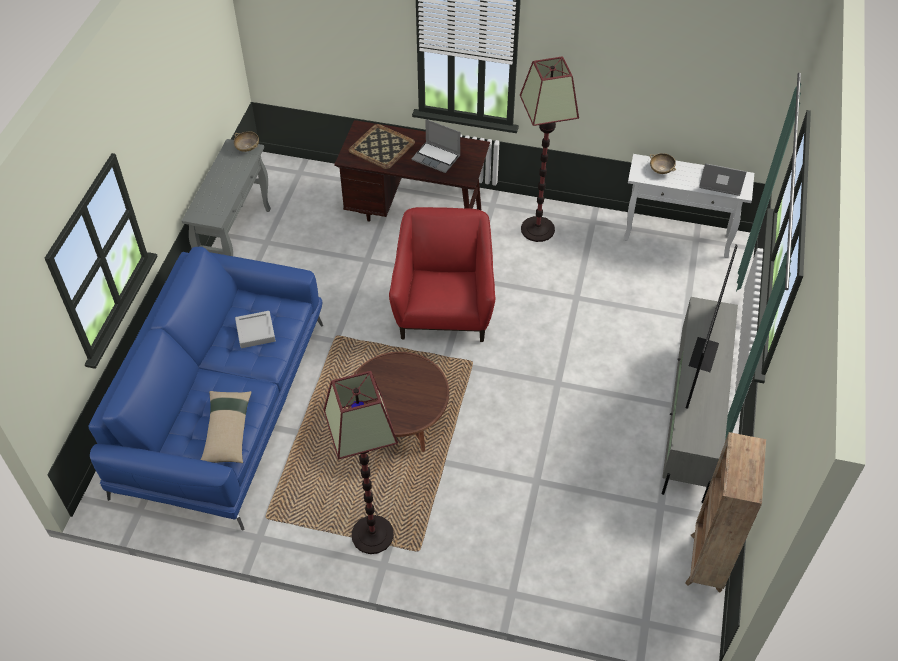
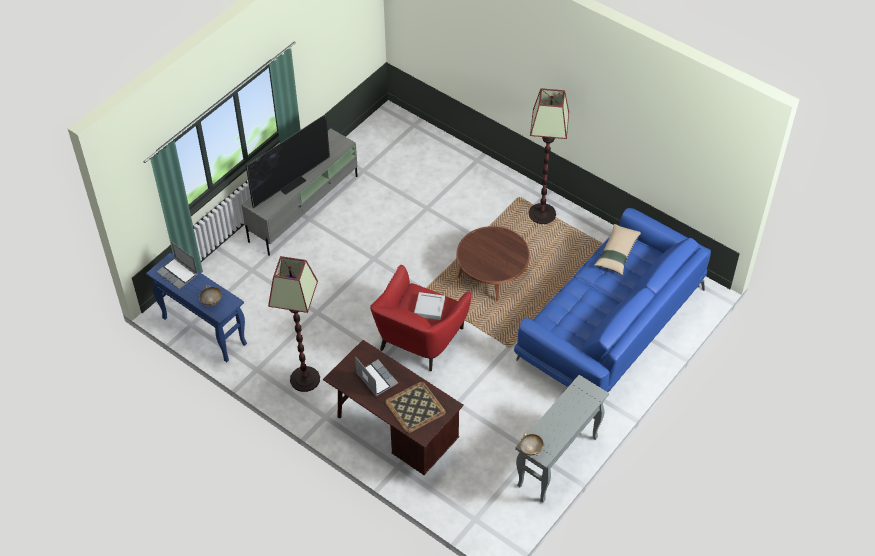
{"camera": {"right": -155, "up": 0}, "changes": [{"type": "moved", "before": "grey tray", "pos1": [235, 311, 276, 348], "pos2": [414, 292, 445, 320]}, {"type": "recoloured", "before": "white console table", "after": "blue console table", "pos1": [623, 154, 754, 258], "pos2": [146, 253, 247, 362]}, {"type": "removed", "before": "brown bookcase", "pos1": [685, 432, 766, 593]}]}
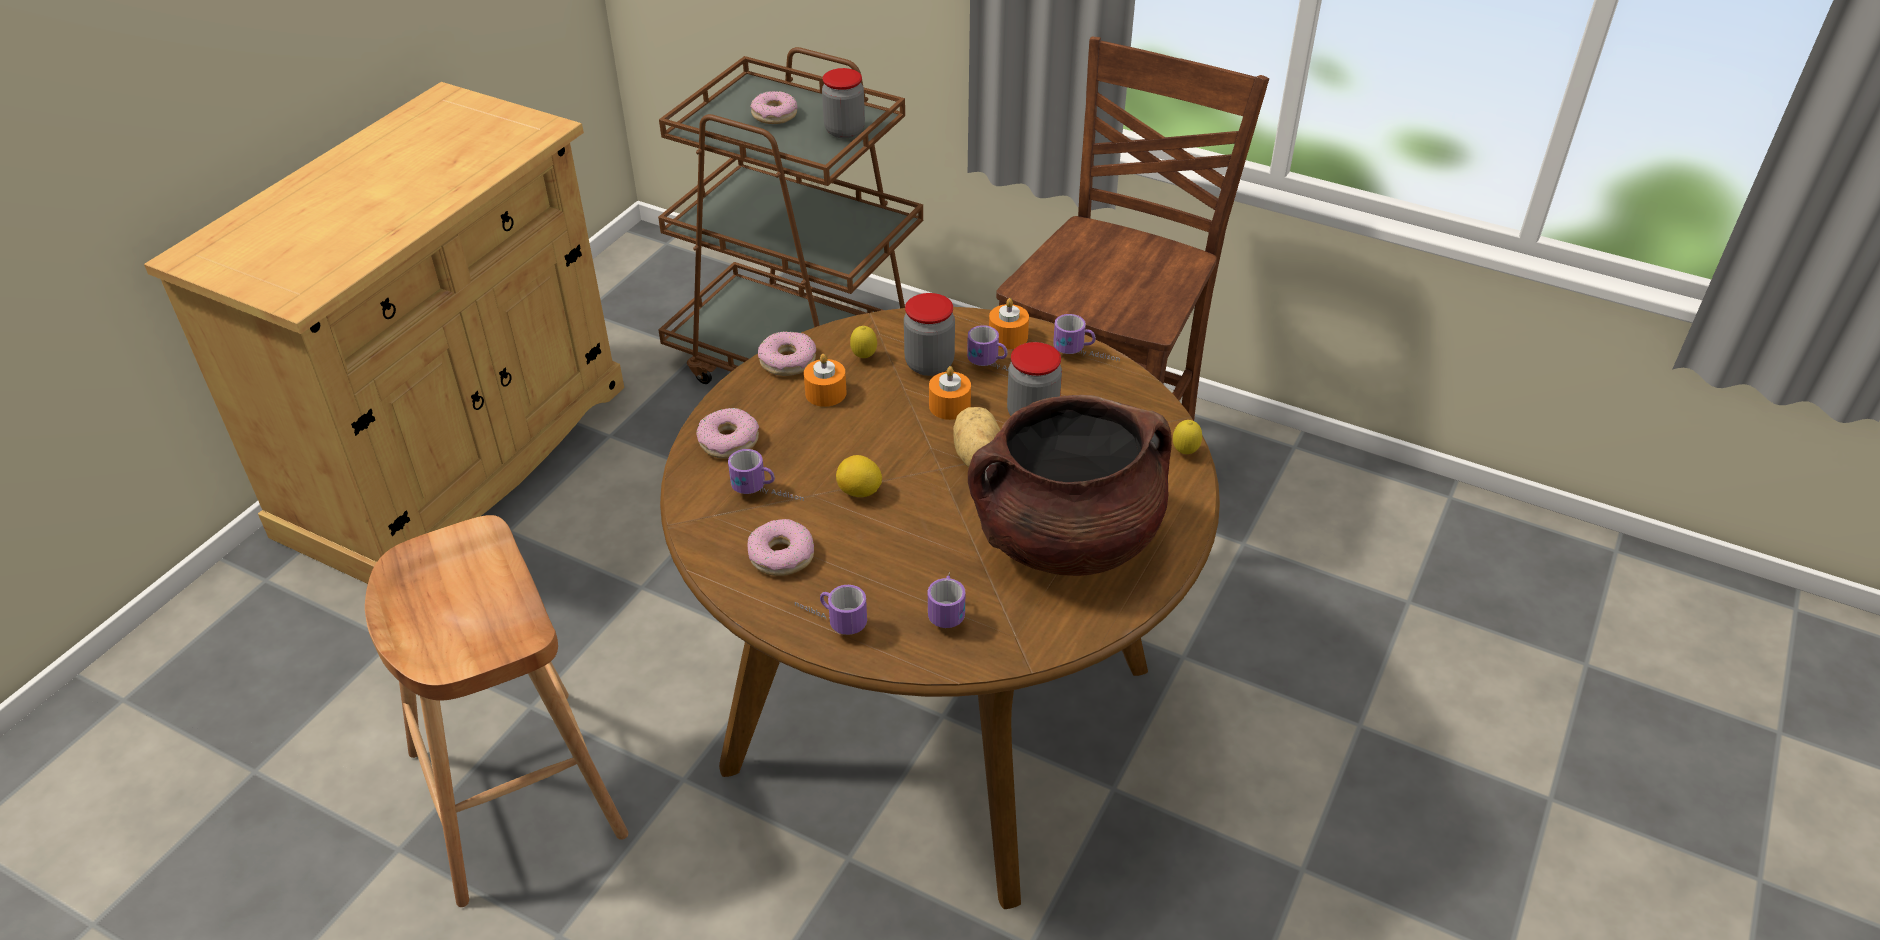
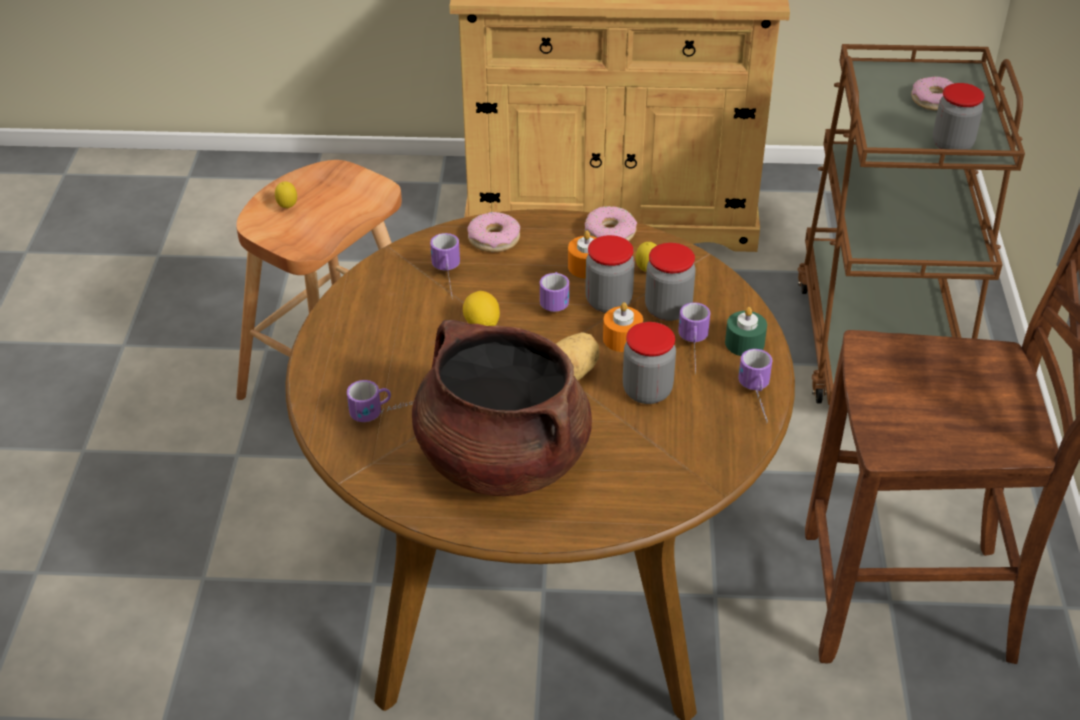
{"camera": {"right": 65, "up": 0}, "changes": [{"type": "removed", "before": "donut", "pos1": [747, 519, 814, 576]}, {"type": "moved", "before": "mug", "pos1": [795, 585, 867, 635], "pos2": [540, 272, 569, 312]}, {"type": "recoloured", "before": "orange candle", "after": "green candle", "pos1": [989, 298, 1029, 349], "pos2": [725, 307, 767, 356]}, {"type": "moved", "before": "lemon", "pos1": [1173, 420, 1202, 454], "pos2": [275, 181, 297, 208]}, {"type": "added", "after": "jar", "pos2": [585, 235, 635, 313]}]}
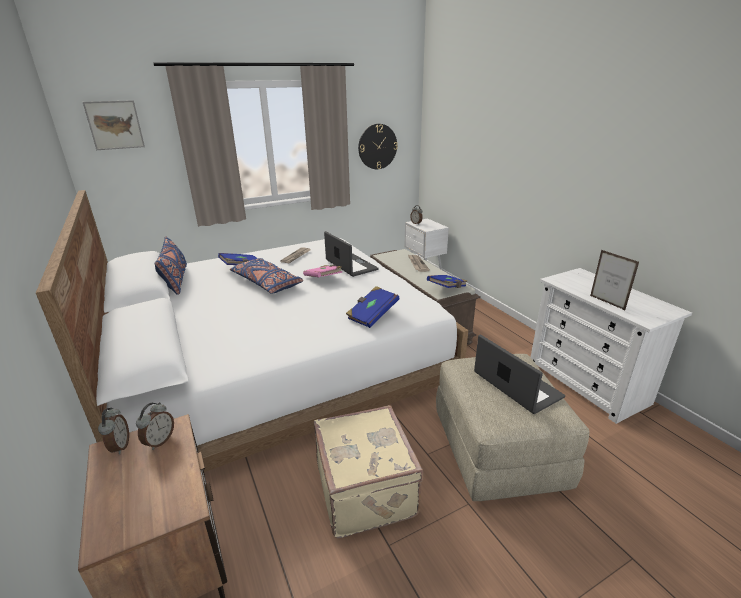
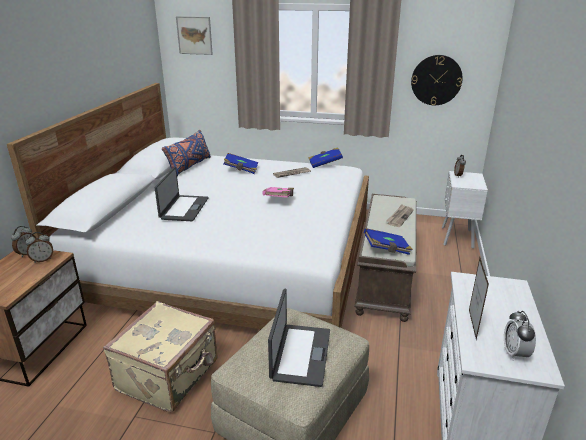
{"camera": {"right": 40, "up": 0}, "changes": [{"type": "removed", "before": "blue pillow", "pos1": [229, 258, 303, 294]}, {"type": "moved", "before": "laptop", "pos1": [324, 231, 379, 277], "pos2": [155, 167, 209, 221]}, {"type": "moved", "before": "blue book", "pos1": [346, 286, 400, 328], "pos2": [309, 147, 343, 168]}, {"type": "added", "after": "alarm clock", "pos2": [504, 311, 536, 361]}]}
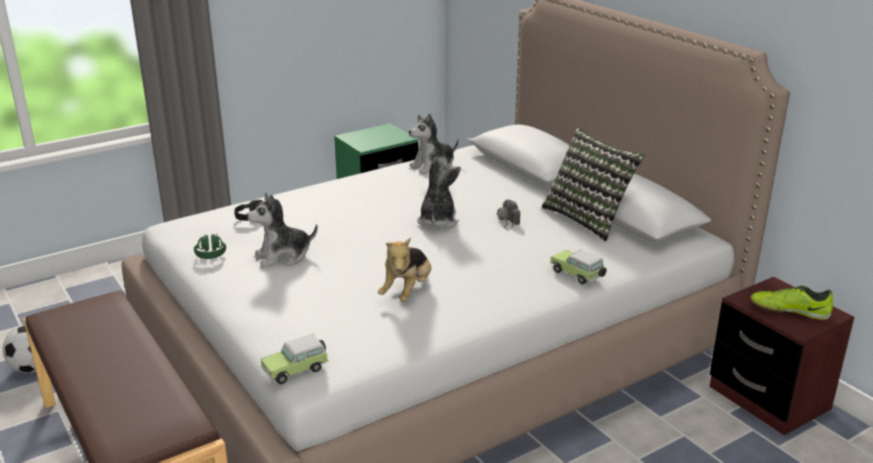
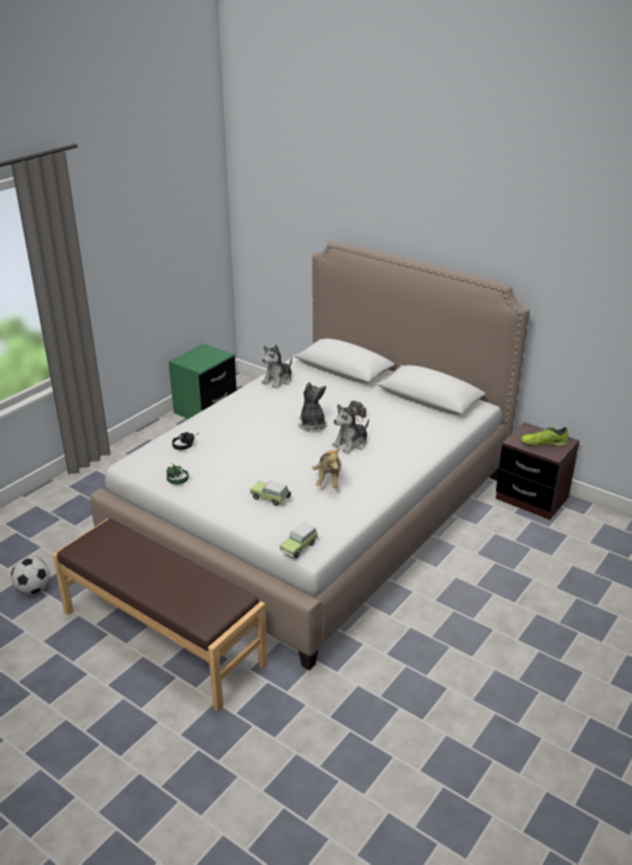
{"camera": {"right": -20, "up": 5}, "changes": [{"type": "moved", "before": "plush toy", "pos1": [247, 193, 318, 268], "pos2": [332, 404, 369, 454]}, {"type": "removed", "before": "pillow", "pos1": [542, 128, 645, 241]}, {"type": "moved", "before": "toy car", "pos1": [550, 250, 607, 284], "pos2": [250, 481, 291, 506]}]}
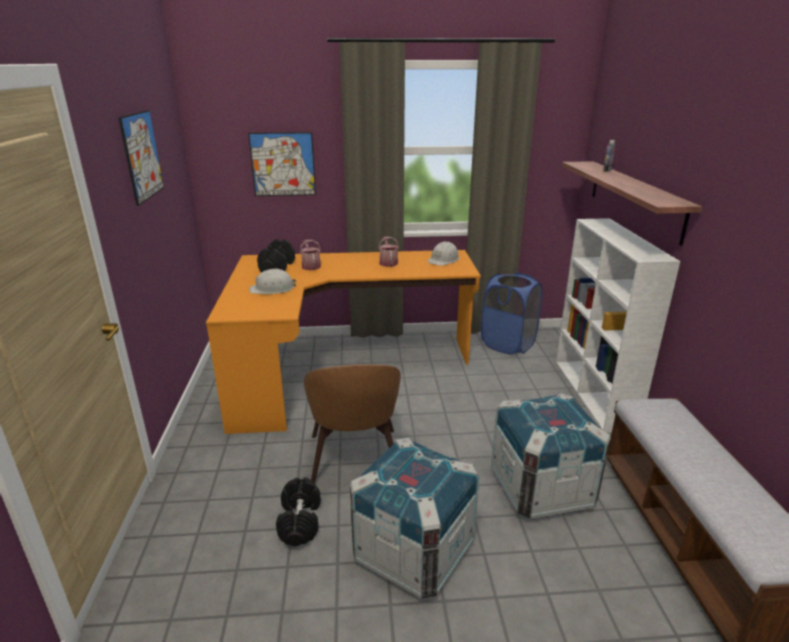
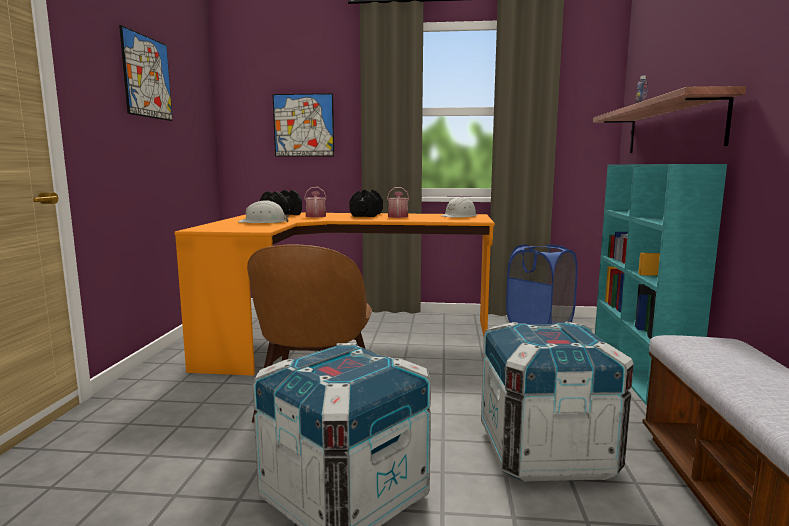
{"camera": {"right": 10, "up": -15}, "changes": [{"type": "moved", "before": "black dumbbell", "pos1": [276, 477, 321, 546], "pos2": [350, 190, 383, 217]}, {"type": "recoloured", "before": "white bookcase", "after": "turquoise bookcase", "pos1": [556, 218, 680, 433], "pos2": [595, 164, 727, 406]}]}
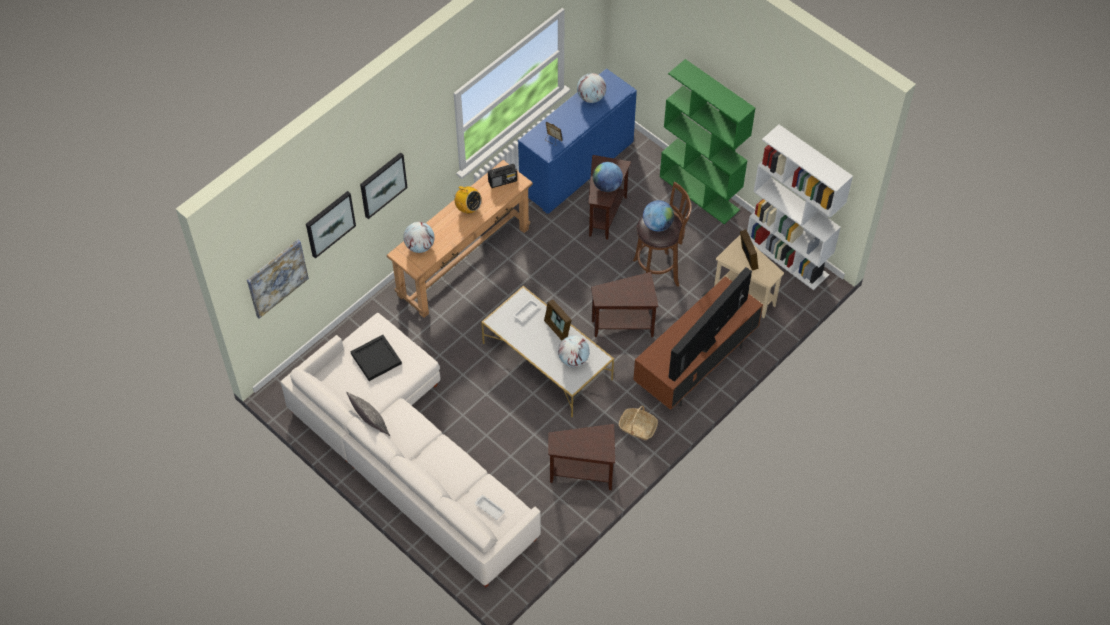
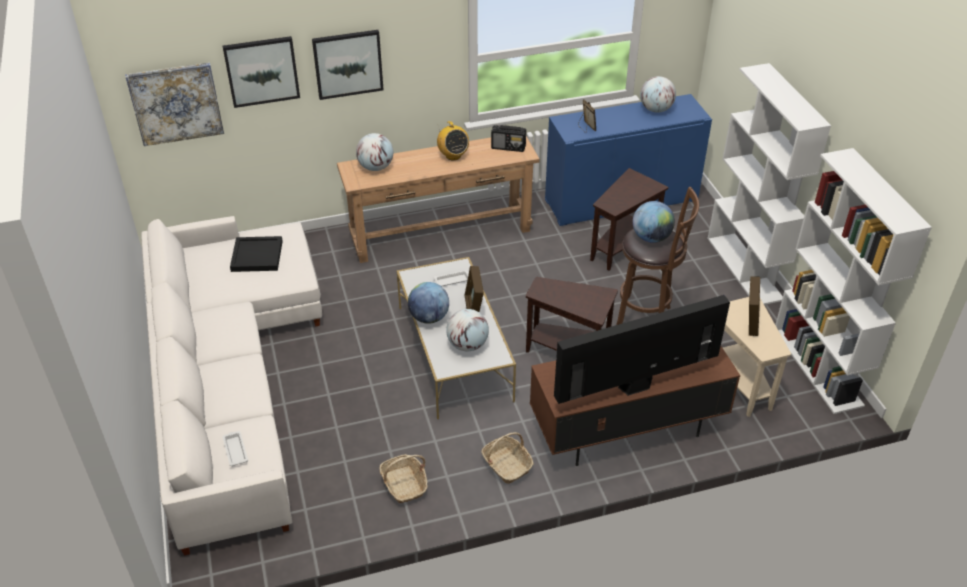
{"camera": {"right": 30, "up": -15}, "changes": [{"type": "removed", "before": "pillow", "pos1": [346, 392, 390, 436]}, {"type": "replaced", "before": "brown side table", "after": "basket", "pos1": [548, 424, 615, 490], "pos2": [379, 454, 428, 503]}, {"type": "moved", "before": "globe", "pos1": [593, 162, 623, 192], "pos2": [408, 282, 449, 324]}, {"type": "recoloured", "before": "green bookcase", "after": "white bookcase", "pos1": [660, 59, 755, 224], "pos2": [707, 63, 831, 305]}]}
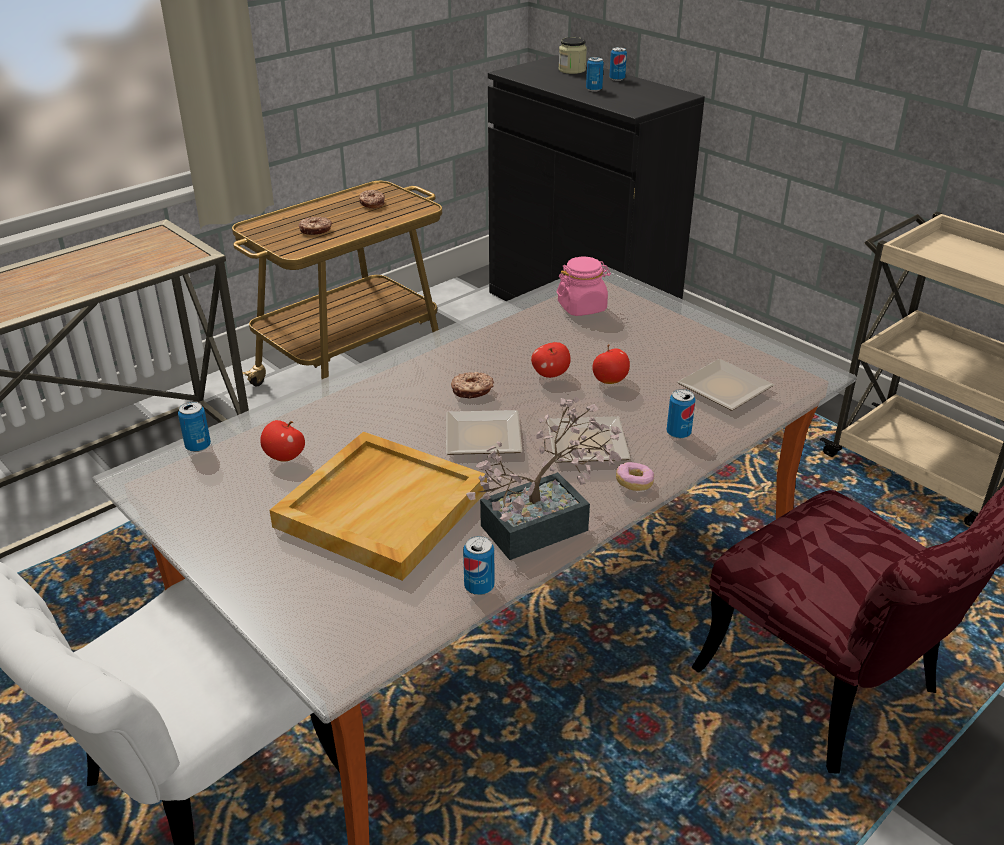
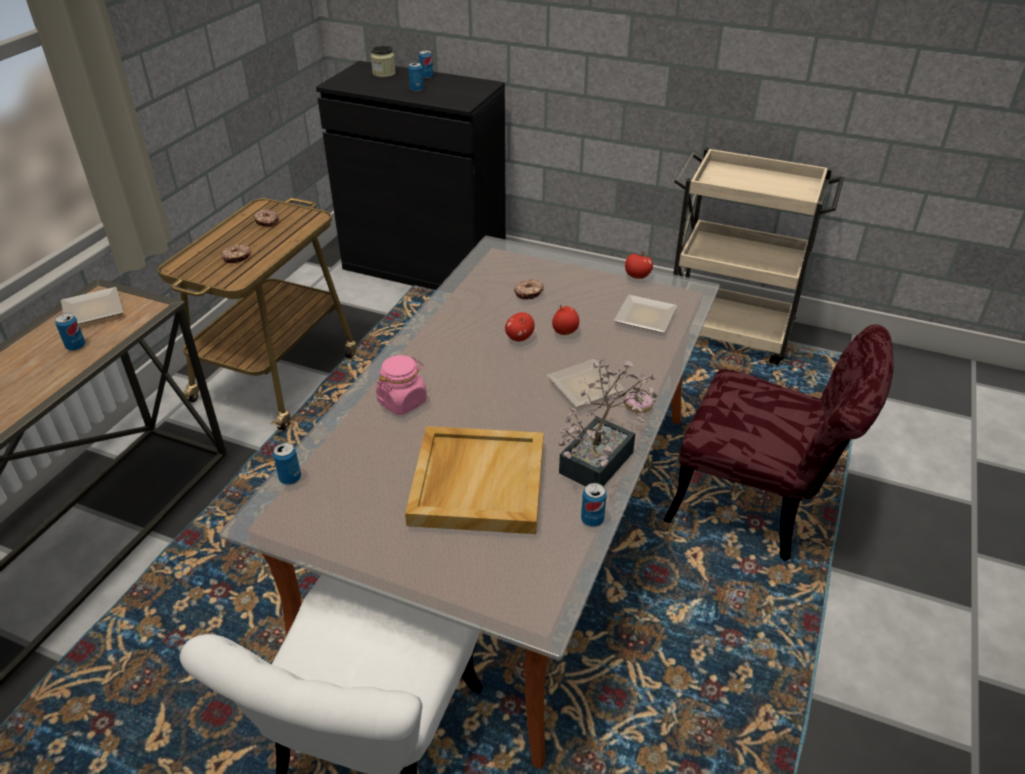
{"camera": {"right": -25, "up": 5}, "changes": [{"type": "moved", "before": "apple", "pos1": [260, 420, 305, 462], "pos2": [625, 252, 653, 279]}, {"type": "moved", "before": "plate", "pos1": [446, 410, 522, 455], "pos2": [61, 287, 124, 324]}, {"type": "moved", "before": "donut", "pos1": [451, 372, 494, 399], "pos2": [514, 279, 544, 299]}, {"type": "moved", "before": "pink jar", "pos1": [557, 257, 611, 316], "pos2": [376, 355, 427, 415]}, {"type": "moved", "before": "can", "pos1": [667, 389, 696, 439], "pos2": [55, 313, 85, 351]}]}
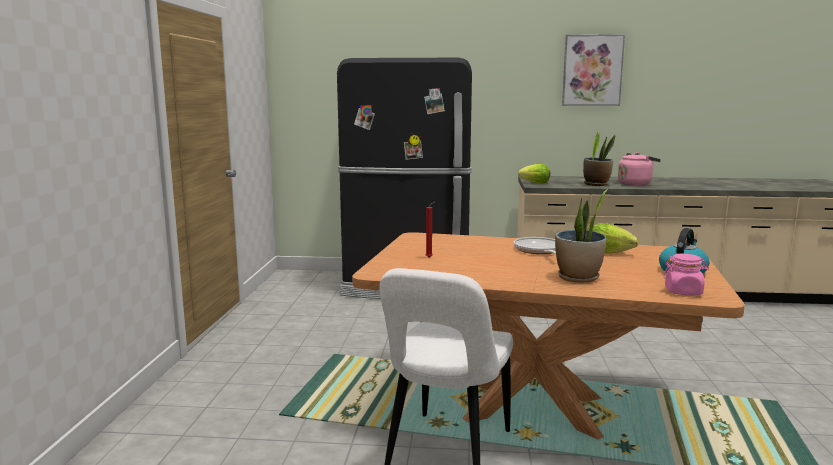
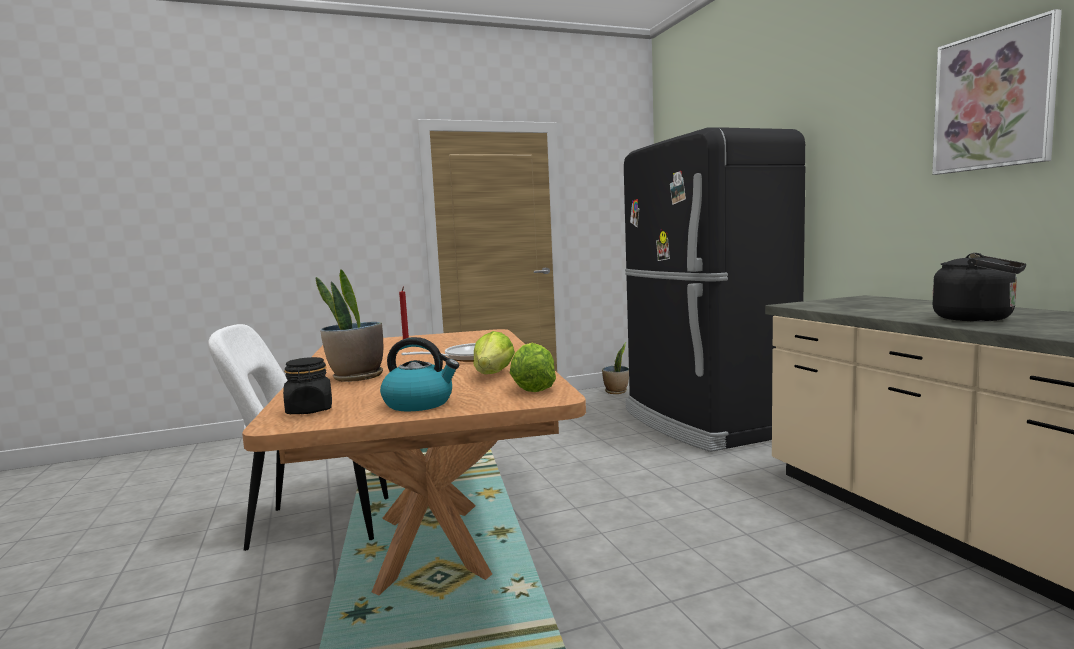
{"camera": {"right": 65, "up": -5}, "changes": [{"type": "moved", "before": "lettuce", "pos1": [518, 164, 550, 184], "pos2": [510, 343, 556, 392]}, {"type": "moved", "before": "potted plant", "pos1": [583, 131, 615, 186], "pos2": [602, 342, 629, 394]}, {"type": "recoloured", "before": "pink kettle", "after": "black kettle", "pos1": [618, 152, 661, 186], "pos2": [932, 253, 1026, 321]}, {"type": "recoloured", "before": "pink jar", "after": "black jar", "pos1": [663, 253, 709, 295], "pos2": [283, 357, 332, 414]}]}
